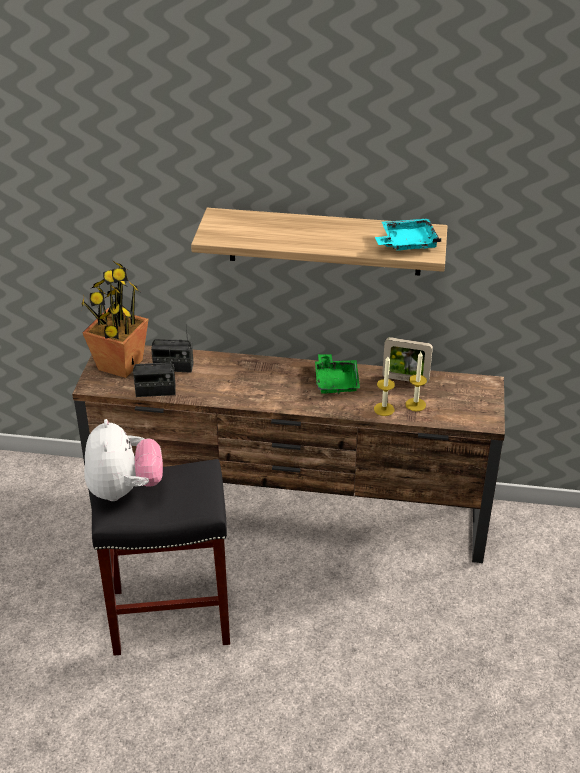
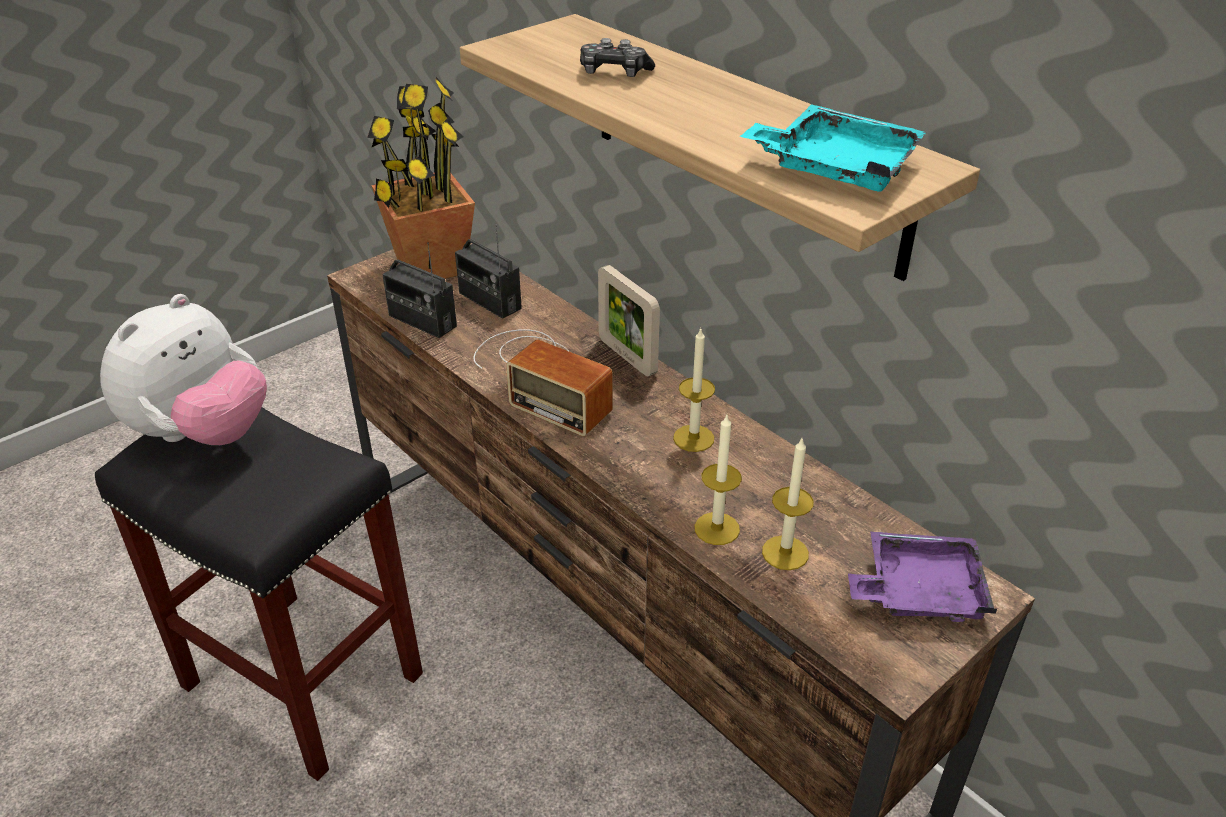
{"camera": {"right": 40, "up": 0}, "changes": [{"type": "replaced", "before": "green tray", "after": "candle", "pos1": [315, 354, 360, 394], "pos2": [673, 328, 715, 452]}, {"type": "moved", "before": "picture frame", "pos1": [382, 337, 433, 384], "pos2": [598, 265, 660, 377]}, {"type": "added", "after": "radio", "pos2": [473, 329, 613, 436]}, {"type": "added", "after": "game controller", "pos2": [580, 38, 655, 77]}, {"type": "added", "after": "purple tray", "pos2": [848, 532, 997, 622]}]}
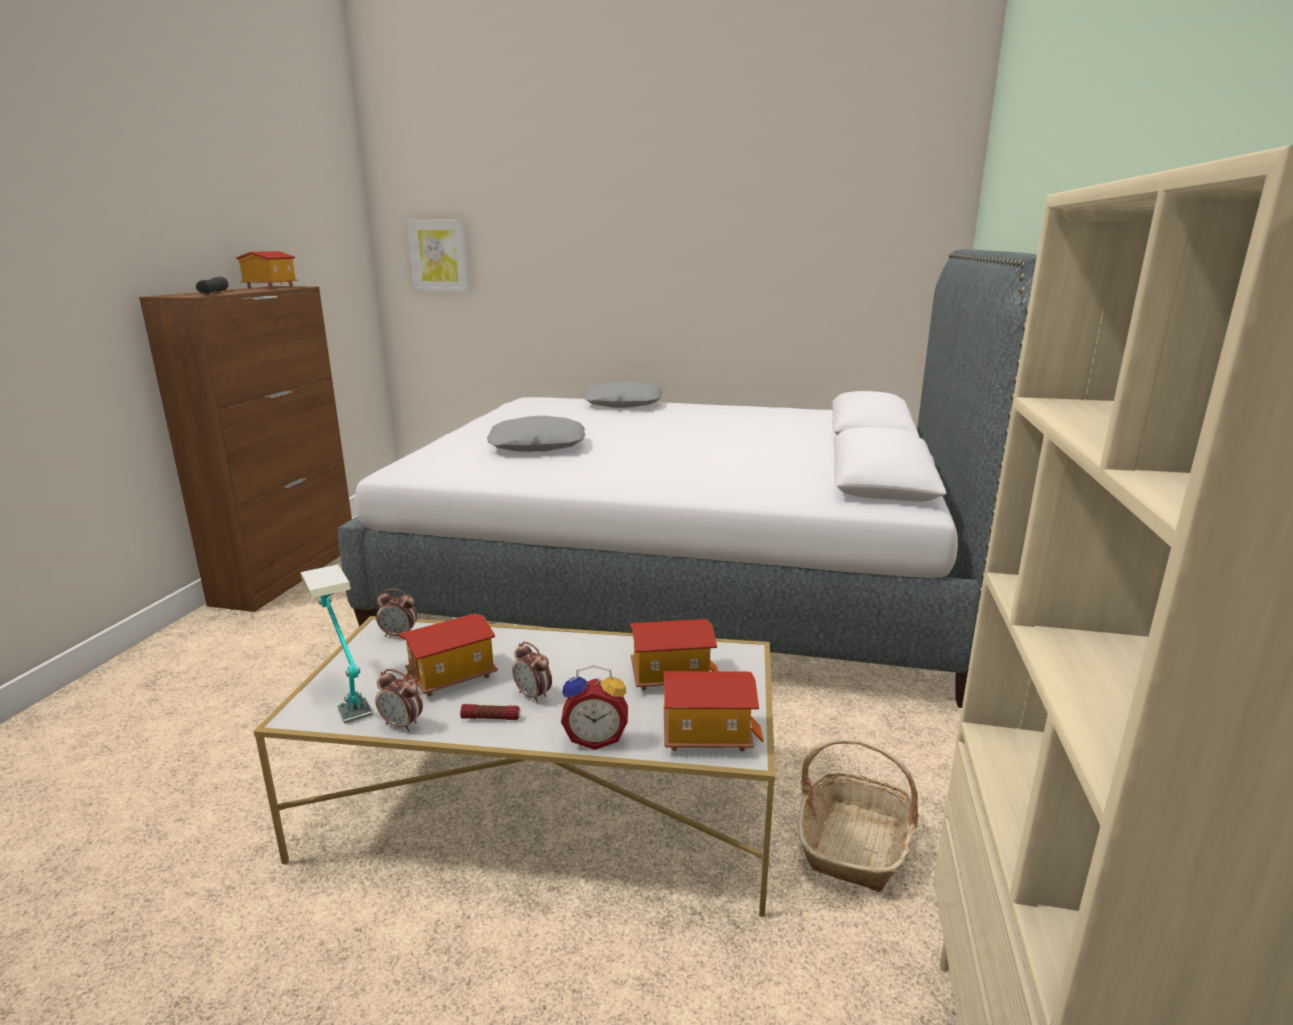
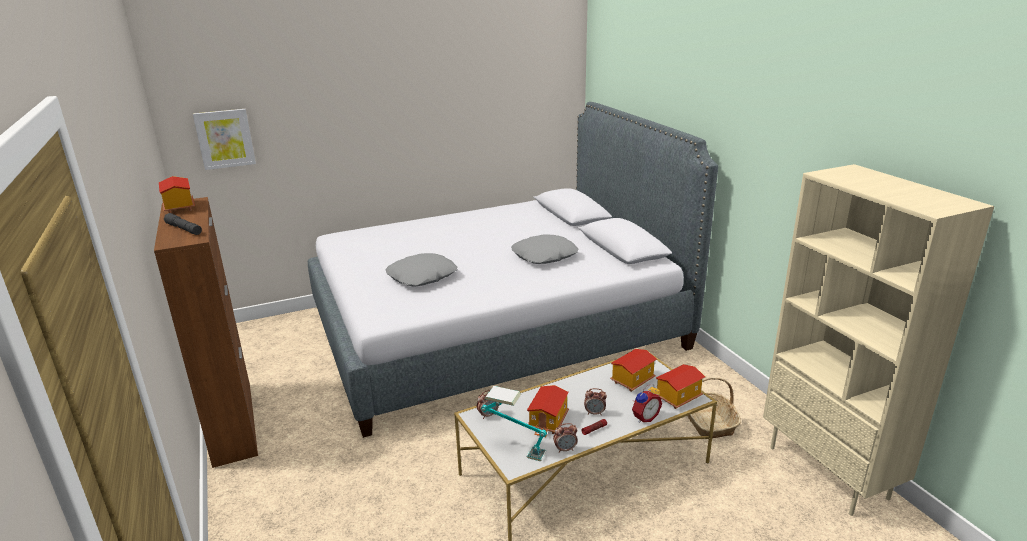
{"camera": {"right": -35, "up": 5}, "changes": [{"type": "moved", "before": "grey pillow", "pos1": [584, 381, 662, 408], "pos2": [511, 235, 579, 264]}]}
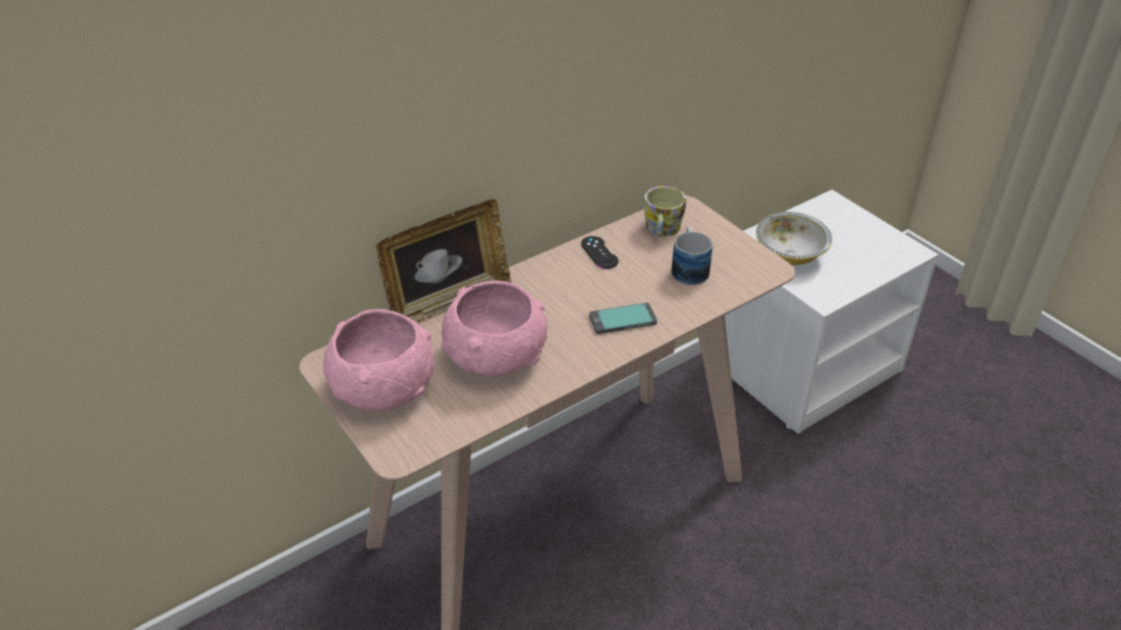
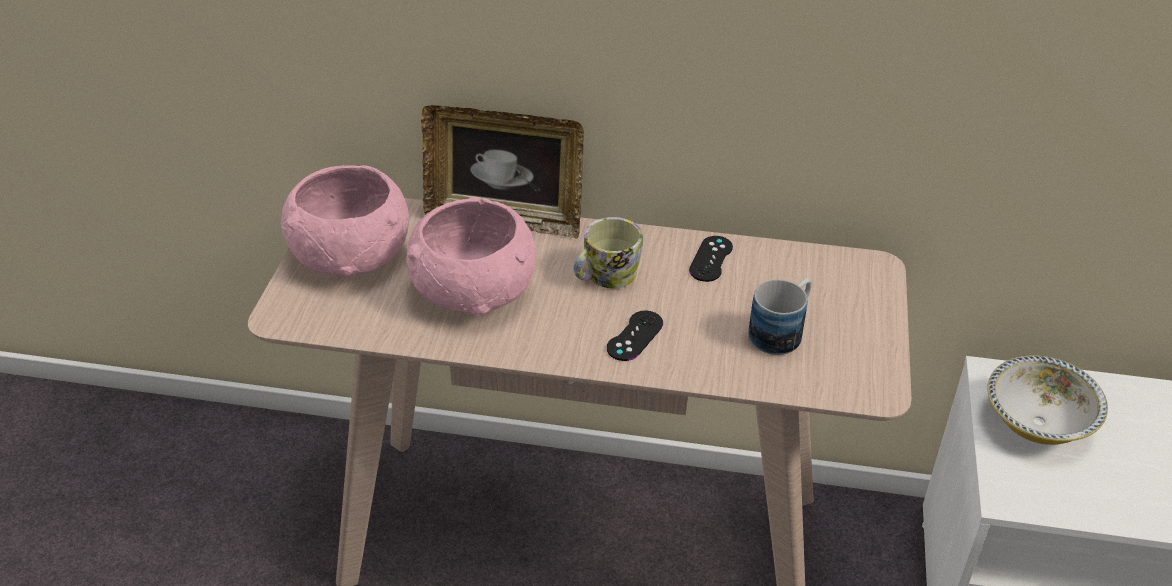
{"camera": {"right": 45, "up": 0}, "changes": [{"type": "replaced", "before": "phone", "after": "black game controller", "pos1": [589, 303, 657, 334], "pos2": [607, 311, 663, 361]}, {"type": "moved", "before": "mug", "pos1": [644, 186, 686, 237], "pos2": [573, 217, 643, 288]}]}
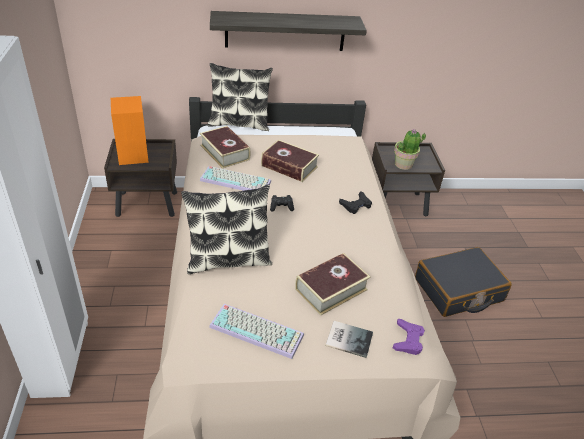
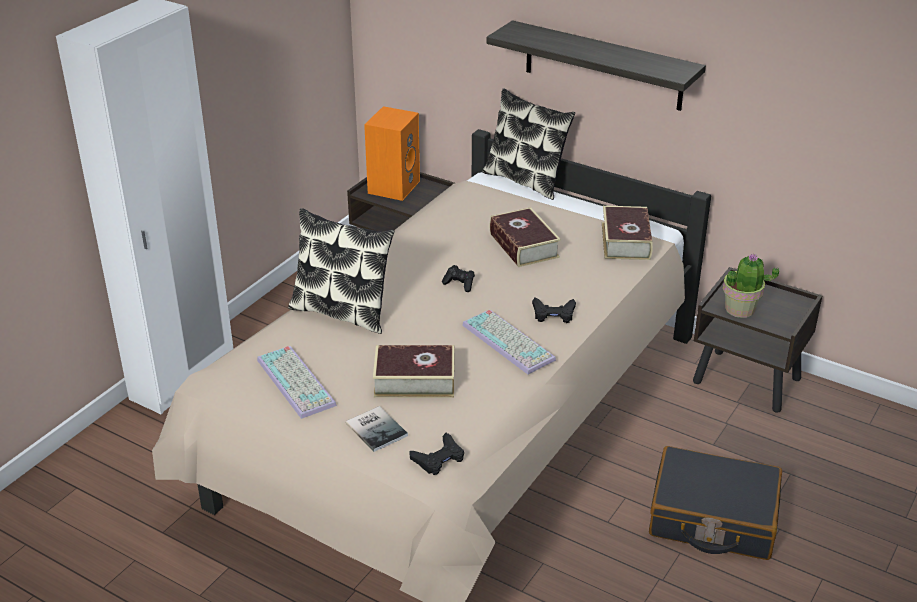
{"camera": {"right": 40, "up": -5}, "changes": [{"type": "moved", "before": "book", "pos1": [200, 126, 251, 168], "pos2": [602, 206, 653, 260]}, {"type": "moved", "before": "keyboard", "pos1": [200, 166, 271, 191], "pos2": [462, 310, 556, 374]}, {"type": "recoloured", "before": "purple game controller", "after": "black game controller", "pos1": [393, 319, 425, 355], "pos2": [409, 433, 464, 475]}]}
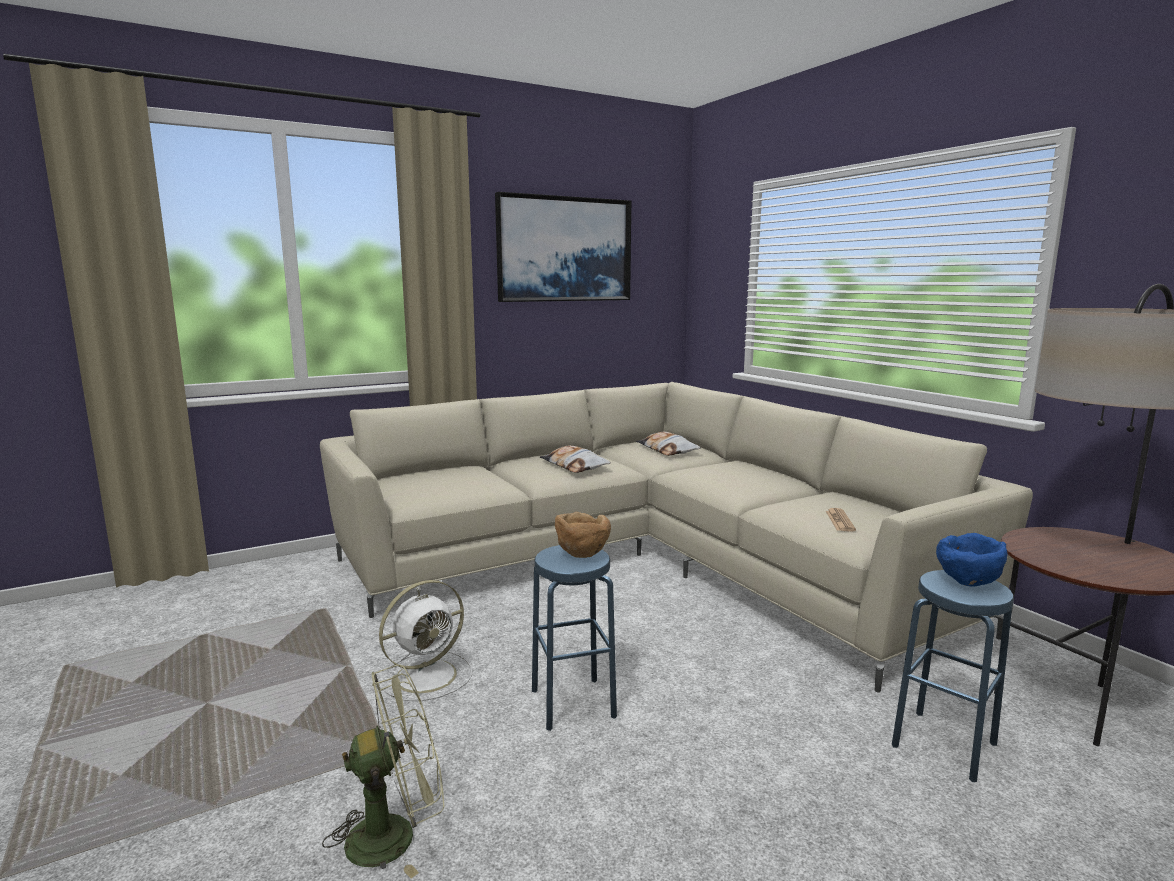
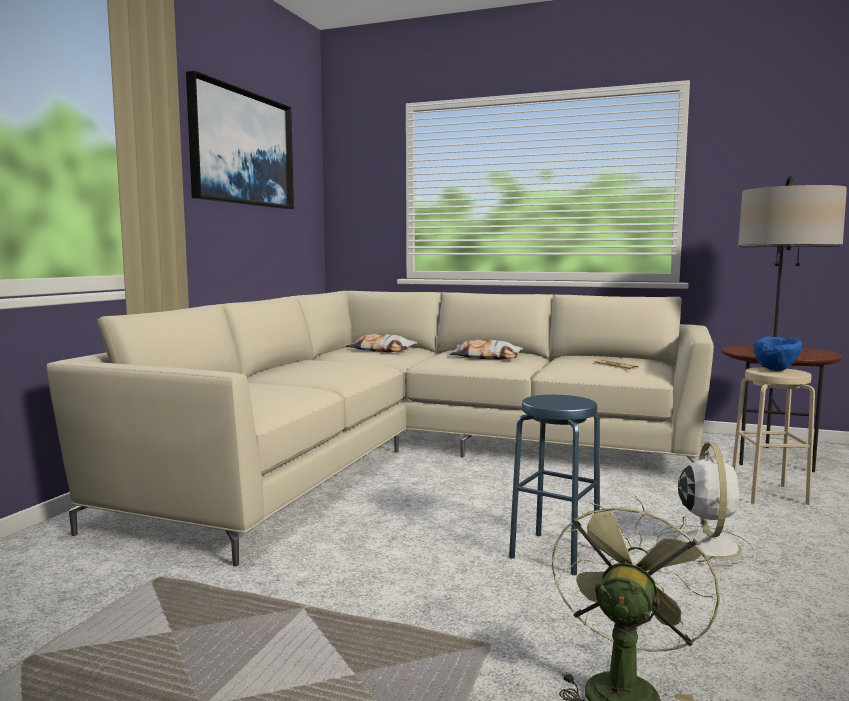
{"camera": {"right": -40, "up": -5}, "changes": [{"type": "moved", "before": "white fan", "pos1": [376, 580, 472, 701], "pos2": [657, 442, 756, 565]}, {"type": "moved", "before": "pillow", "pos1": [540, 445, 611, 473], "pos2": [450, 340, 523, 360]}, {"type": "removed", "before": "brown bowl", "pos1": [555, 512, 611, 558]}, {"type": "recoloured", "before": "blue stool", "after": "beige stool", "pos1": [892, 570, 1014, 782], "pos2": [732, 367, 815, 505]}]}
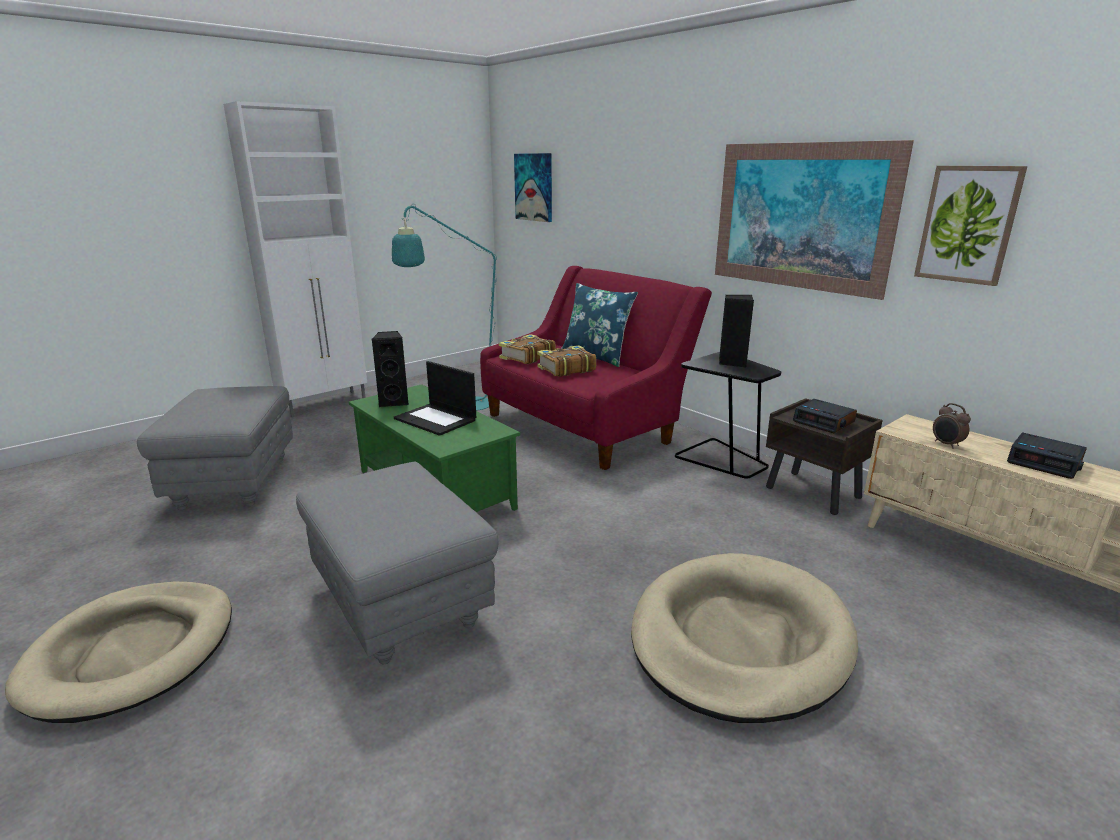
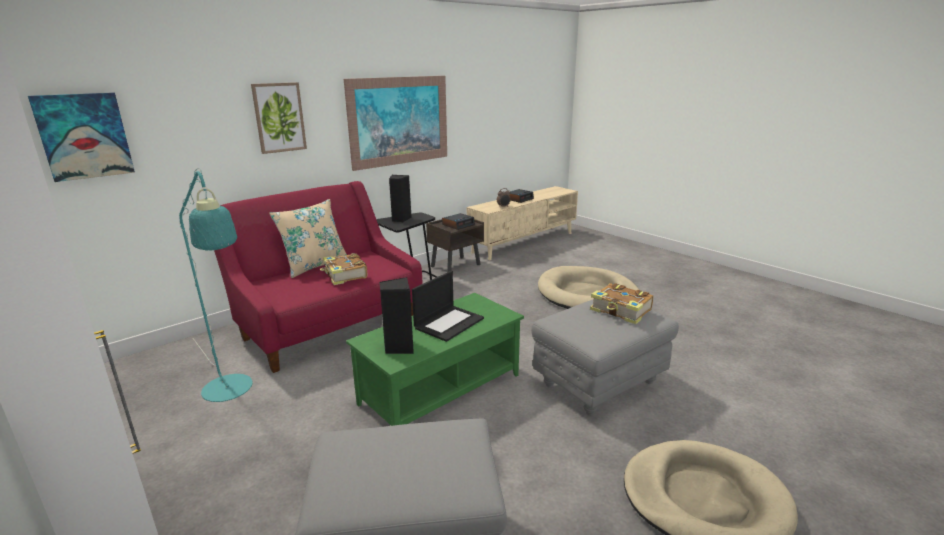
{"camera": {"right": -90, "up": 0}, "changes": [{"type": "moved", "before": "book", "pos1": [499, 334, 556, 364], "pos2": [590, 283, 653, 324]}, {"type": "recoloured", "before": "blue pillow", "after": "beige pillow", "pos1": [561, 283, 638, 367], "pos2": [269, 199, 347, 278]}, {"type": "moved", "before": "picture", "pos1": [914, 166, 1027, 286], "pos2": [251, 82, 307, 154]}]}
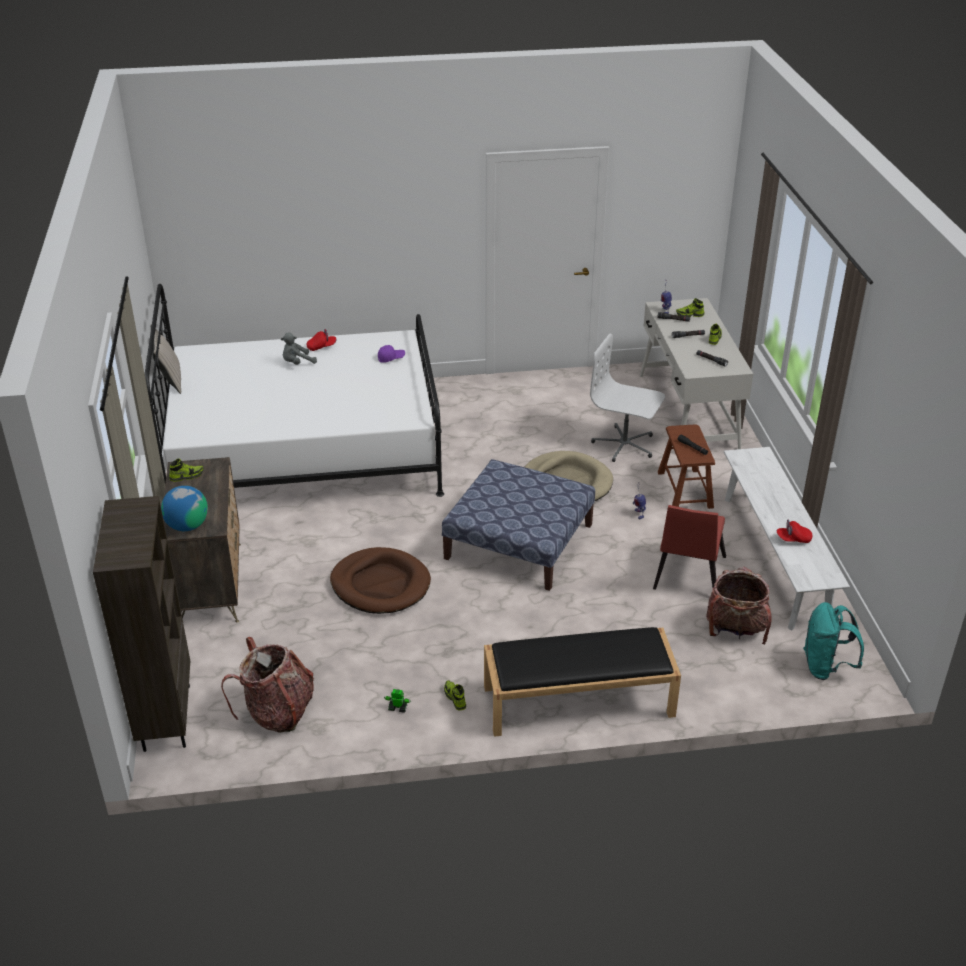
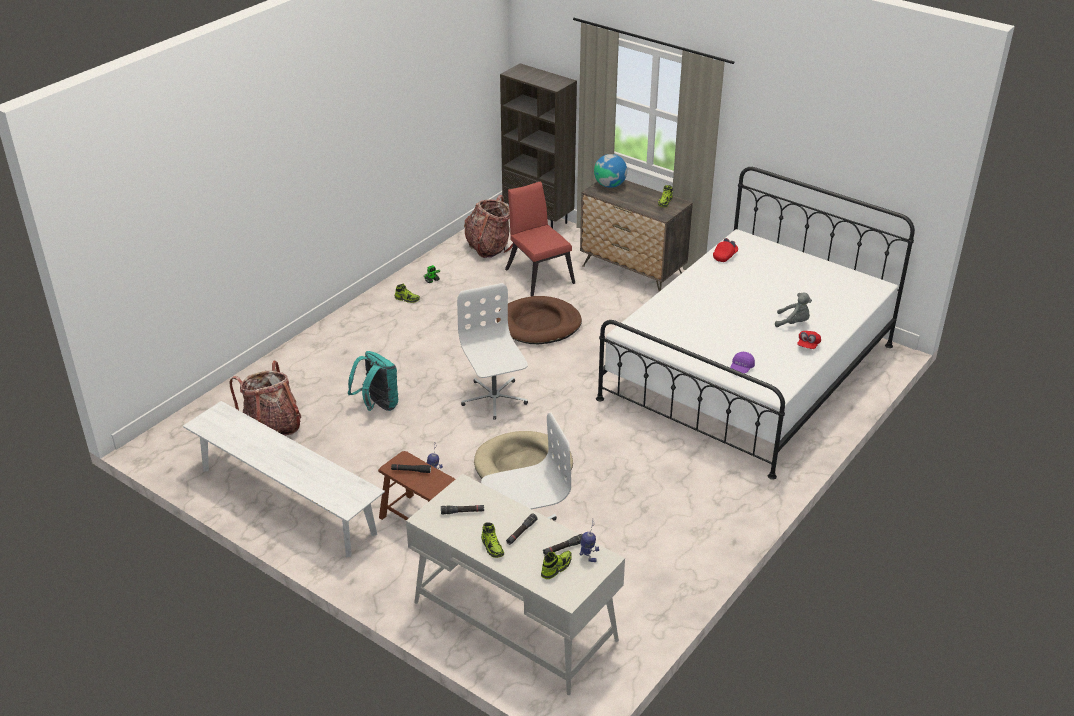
{"camera": {"right": 135, "up": 0}, "changes": [{"type": "removed", "before": "beige pillow", "pos1": [151, 324, 181, 394]}, {"type": "turned", "before": "grey plush toy", "pos1": [281, 333, 317, 365], "pos2": [775, 292, 812, 327], "turn": 90}, {"type": "replaced", "before": "ottoman", "after": "white office chair", "pos1": [442, 459, 595, 591], "pos2": [457, 283, 528, 420]}, {"type": "removed", "before": "black bench", "pos1": [484, 627, 681, 737]}, {"type": "moved", "before": "red chair", "pos1": [653, 505, 726, 590], "pos2": [505, 181, 575, 296]}, {"type": "moved", "before": "red cap", "pos1": [776, 519, 812, 543], "pos2": [713, 238, 738, 262]}, {"type": "moved", "before": "turquoise backpack", "pos1": [803, 602, 864, 680], "pos2": [348, 351, 398, 411]}]}
